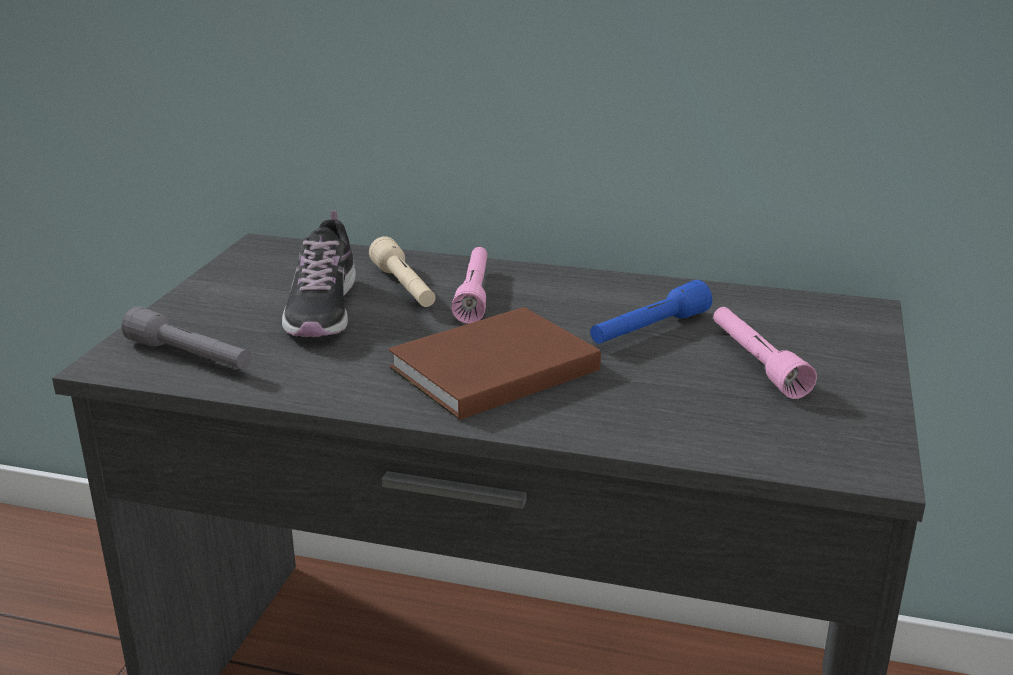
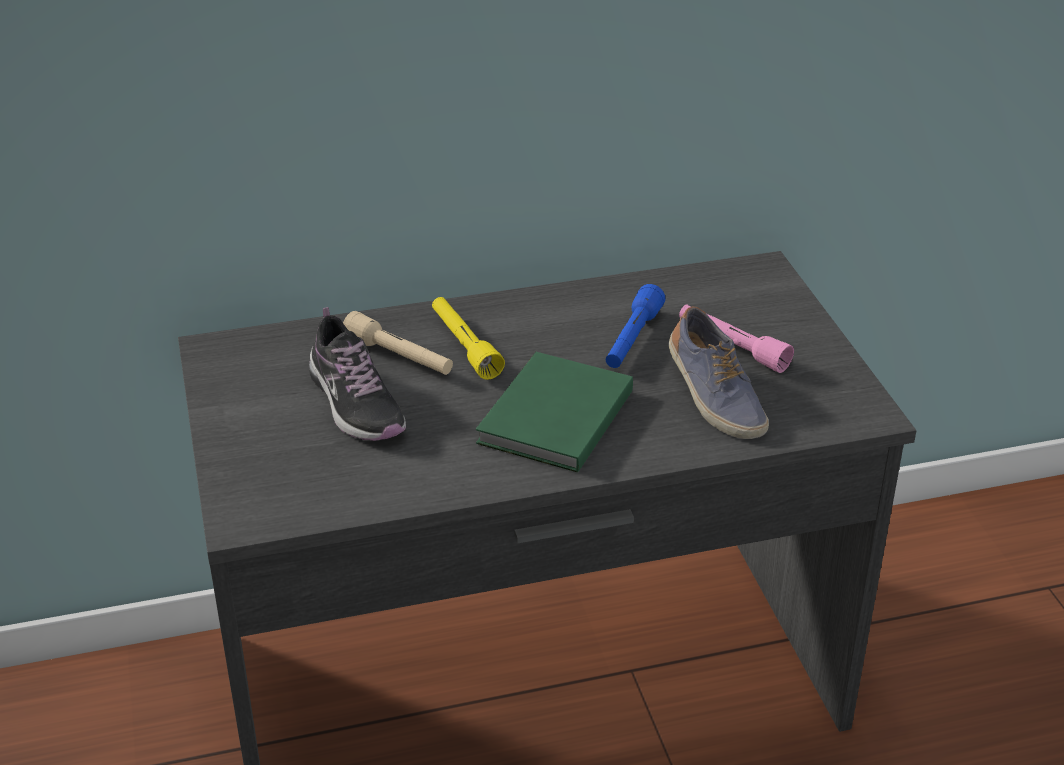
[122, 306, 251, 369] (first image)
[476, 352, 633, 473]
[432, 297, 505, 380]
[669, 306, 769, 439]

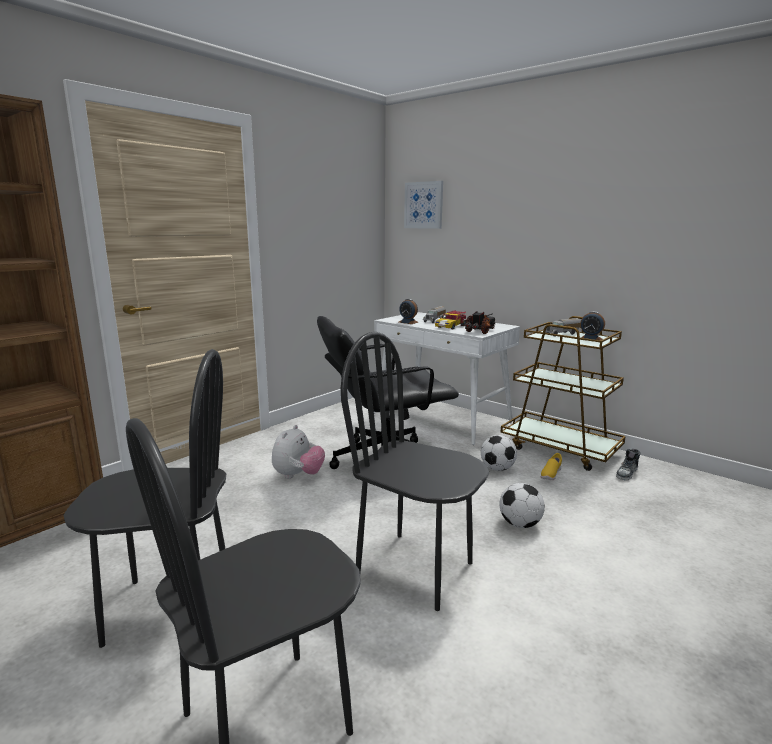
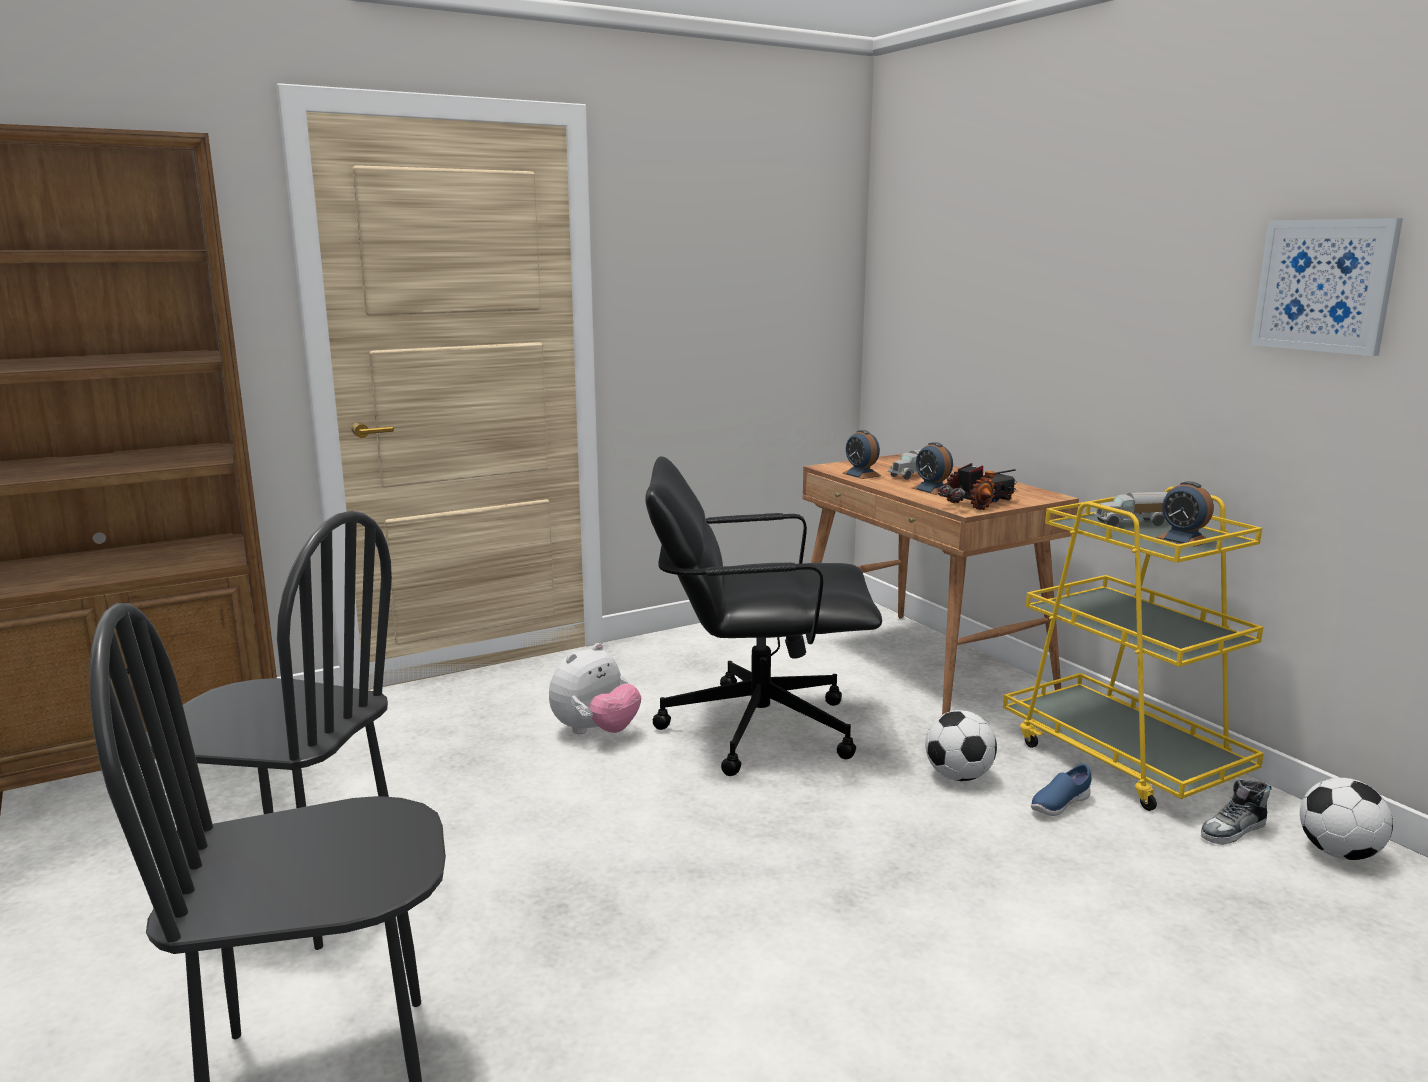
[341, 332, 489, 611] (first image)
[803, 454, 1079, 714]
[1251, 218, 1403, 356]
[912, 442, 953, 495]
[1300, 778, 1393, 860]
[1003, 487, 1264, 811]
[1031, 764, 1091, 816]

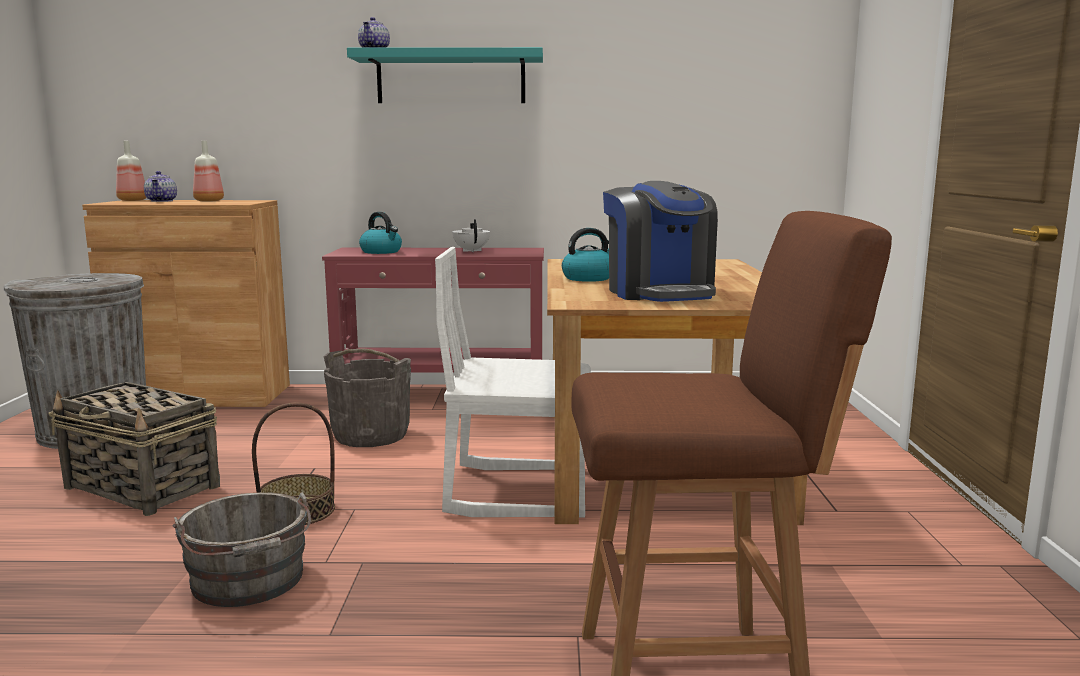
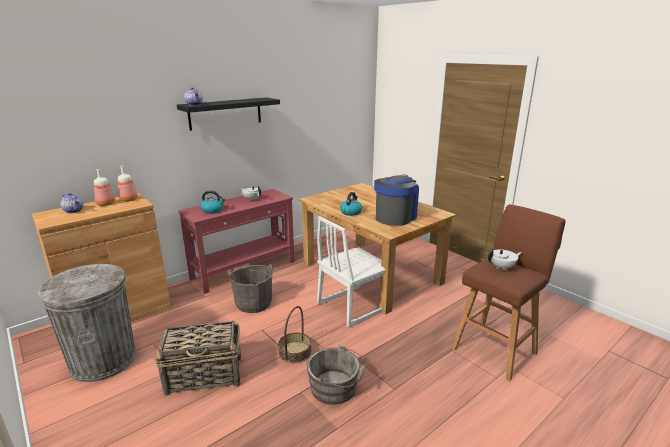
[118, 166, 138, 202]
[177, 97, 280, 131]
[374, 174, 419, 226]
[488, 249, 522, 271]

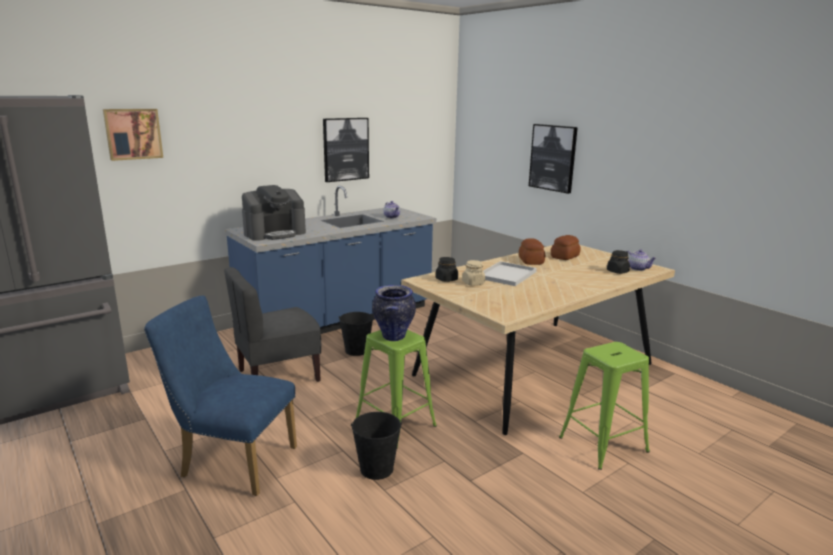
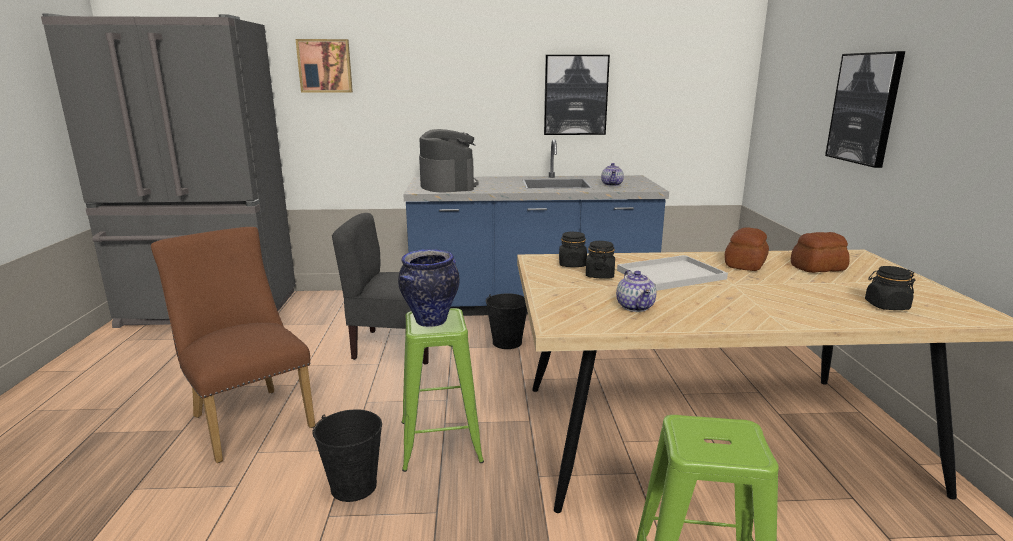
[151, 227, 315, 463]
[419, 129, 479, 192]
[586, 241, 615, 279]
[616, 270, 656, 312]

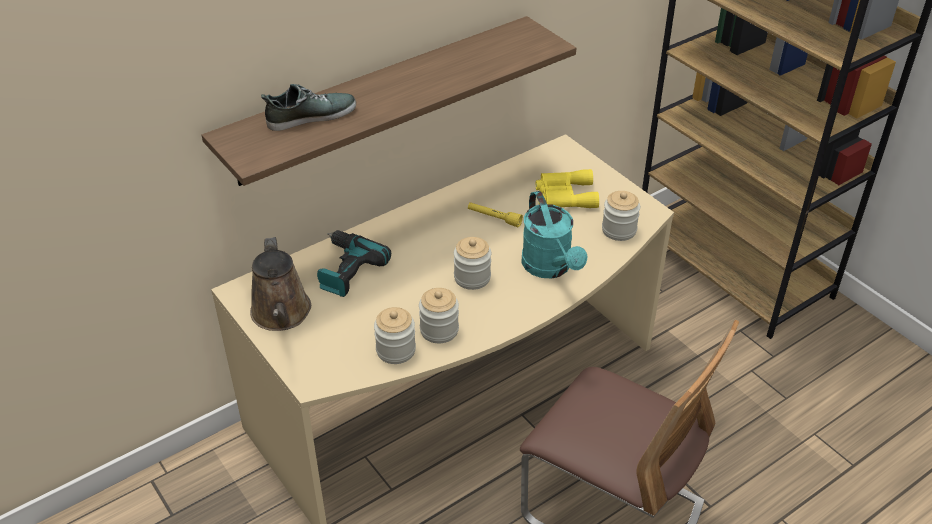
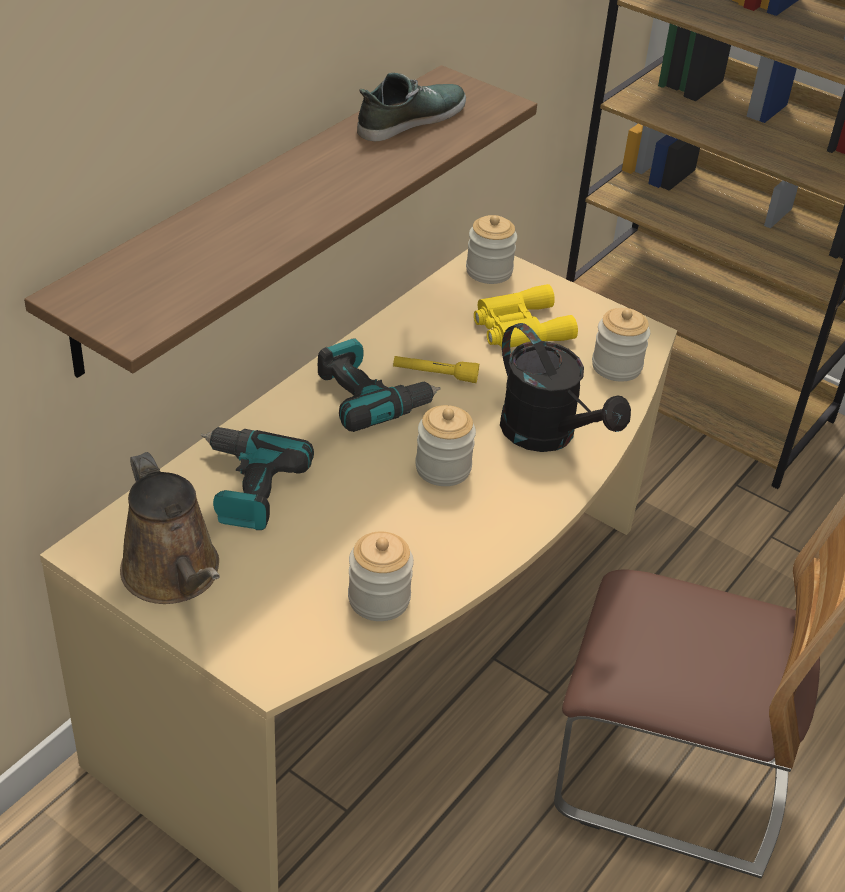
[357, 73, 466, 141]
[466, 215, 517, 284]
[500, 323, 631, 452]
[318, 338, 441, 432]

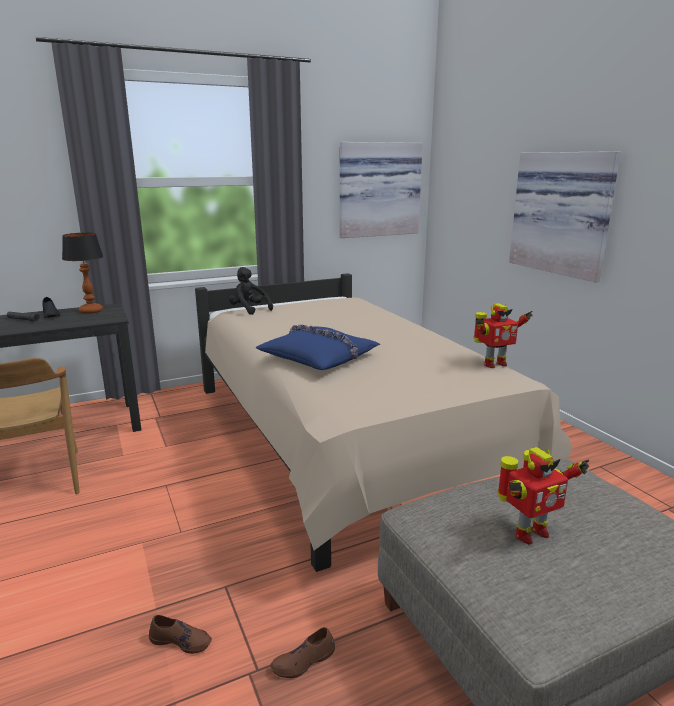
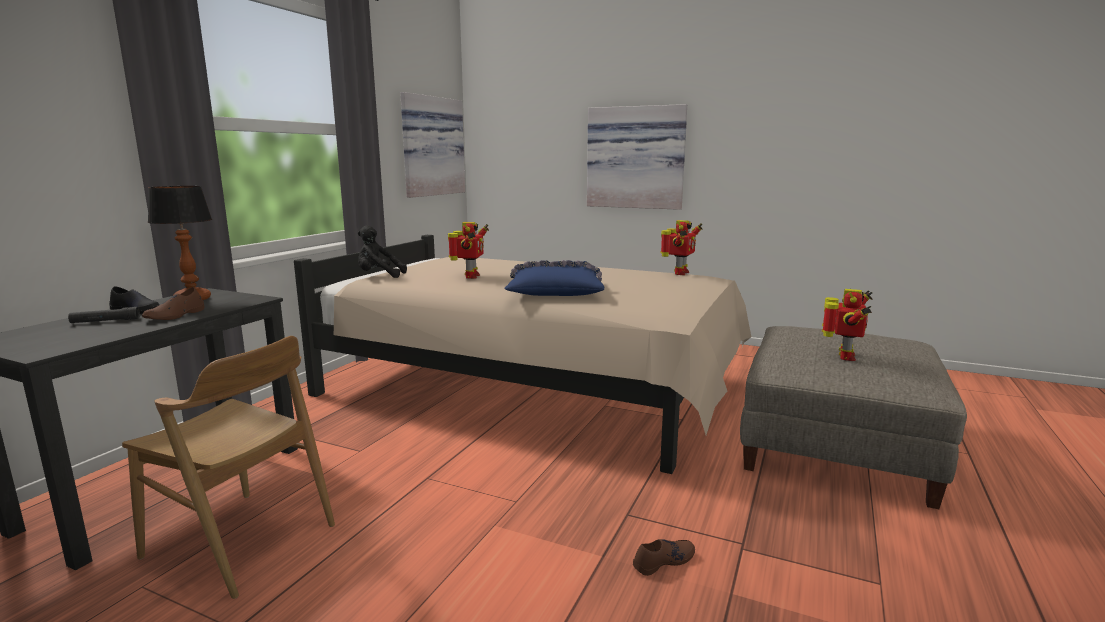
[142, 287, 204, 320]
[448, 222, 489, 279]

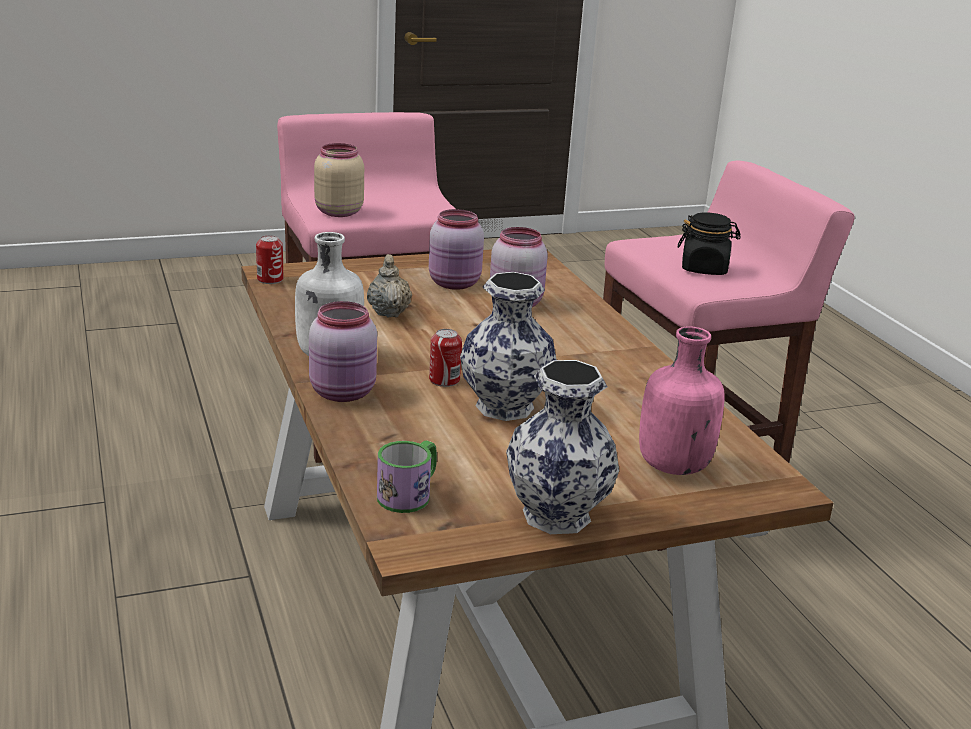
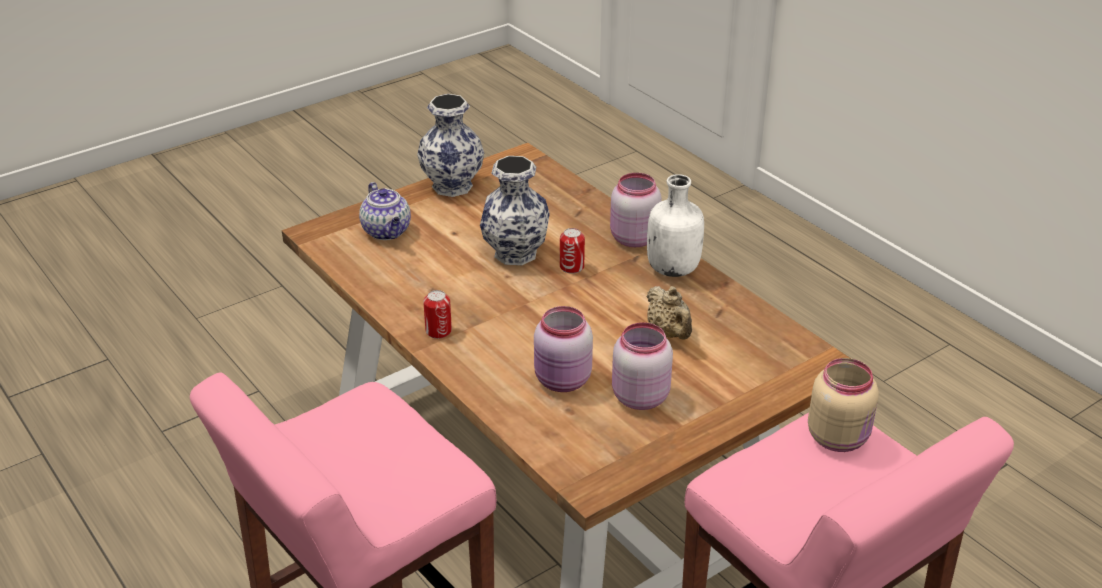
[423, 290, 452, 339]
[377, 440, 437, 513] (first image)
[359, 182, 411, 240]
[678, 212, 741, 275] (first image)

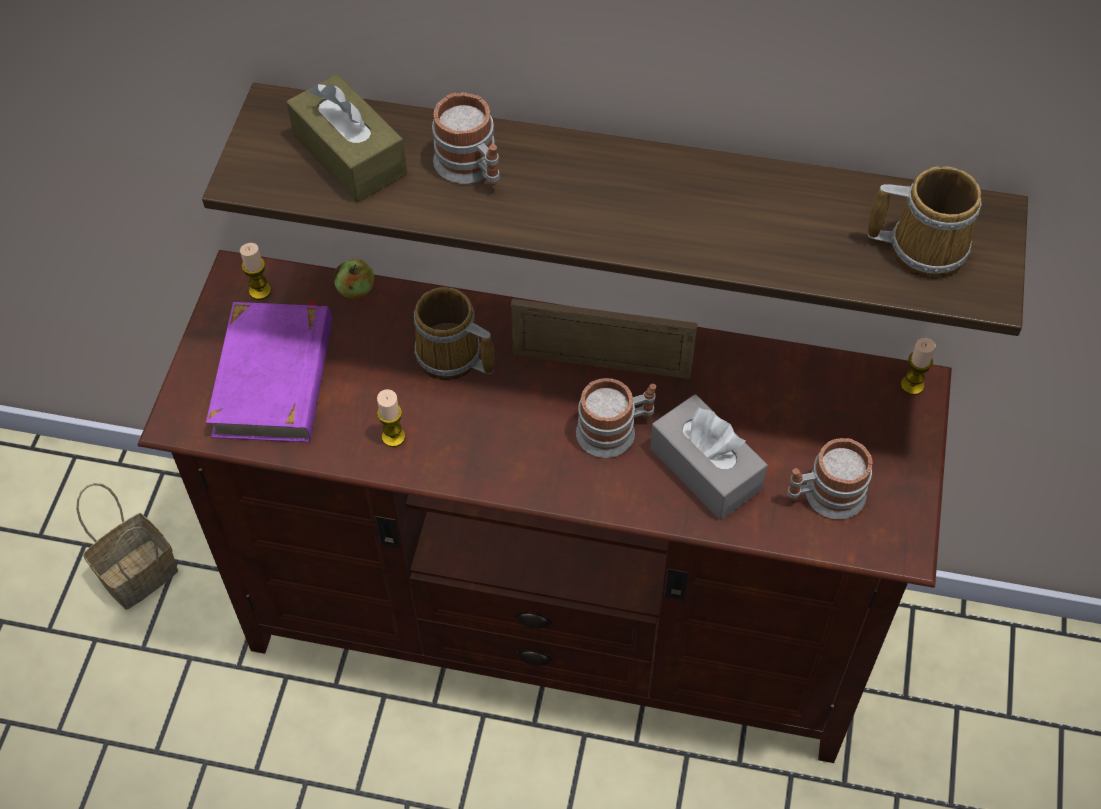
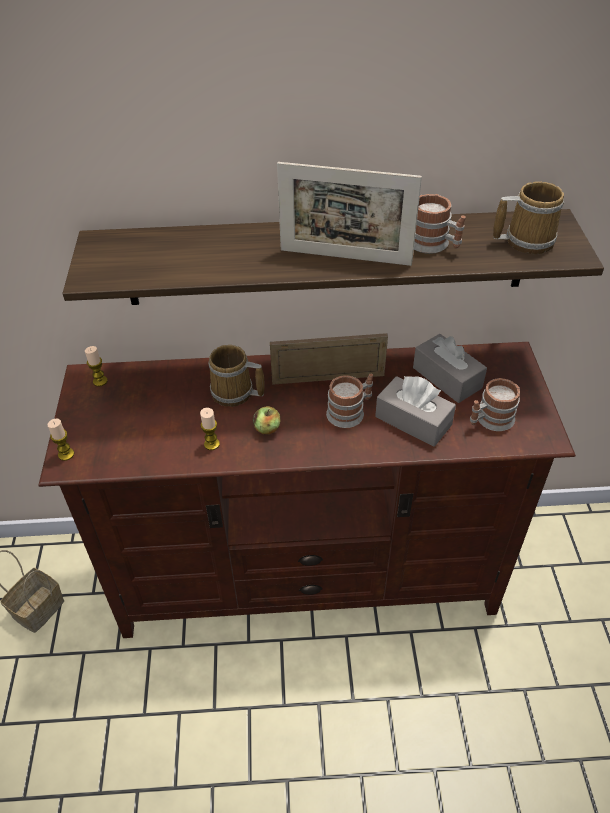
[206, 300, 332, 443] (first image)
[287, 74, 407, 202] (first image)
[253, 406, 281, 434]
[414, 194, 466, 254]
[47, 418, 74, 461]
[277, 162, 422, 266]
[413, 334, 487, 403]

